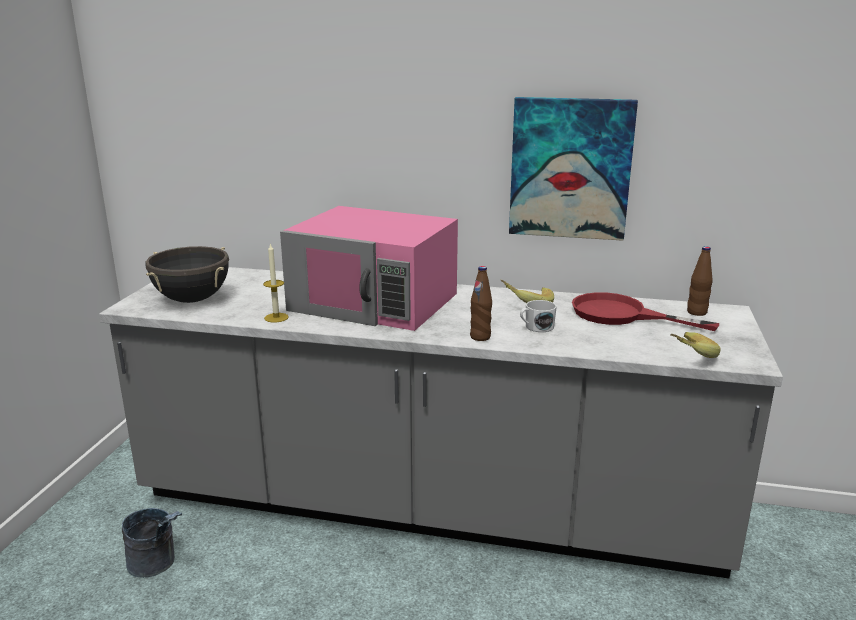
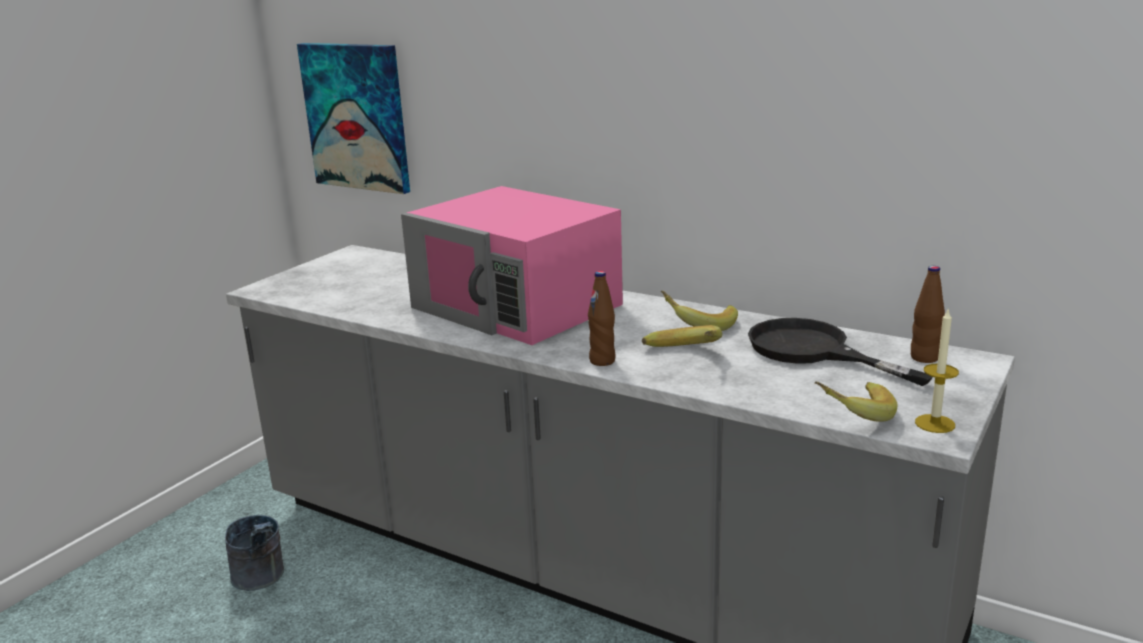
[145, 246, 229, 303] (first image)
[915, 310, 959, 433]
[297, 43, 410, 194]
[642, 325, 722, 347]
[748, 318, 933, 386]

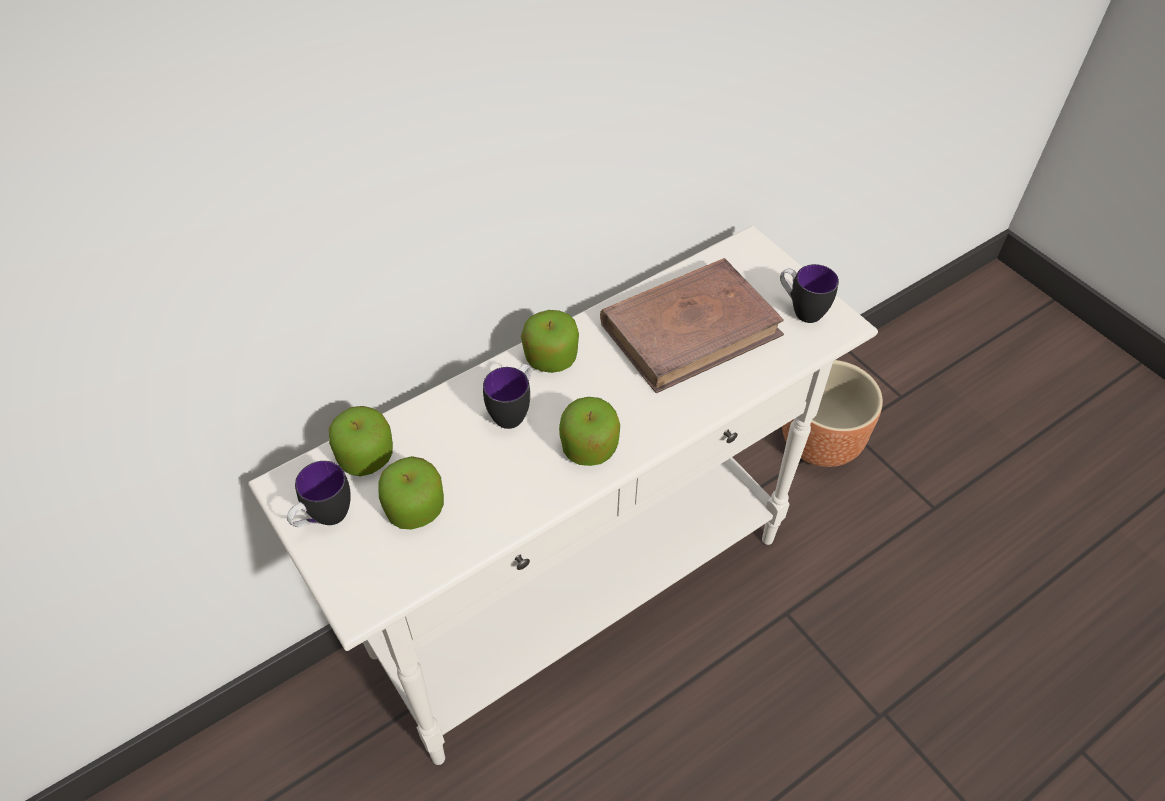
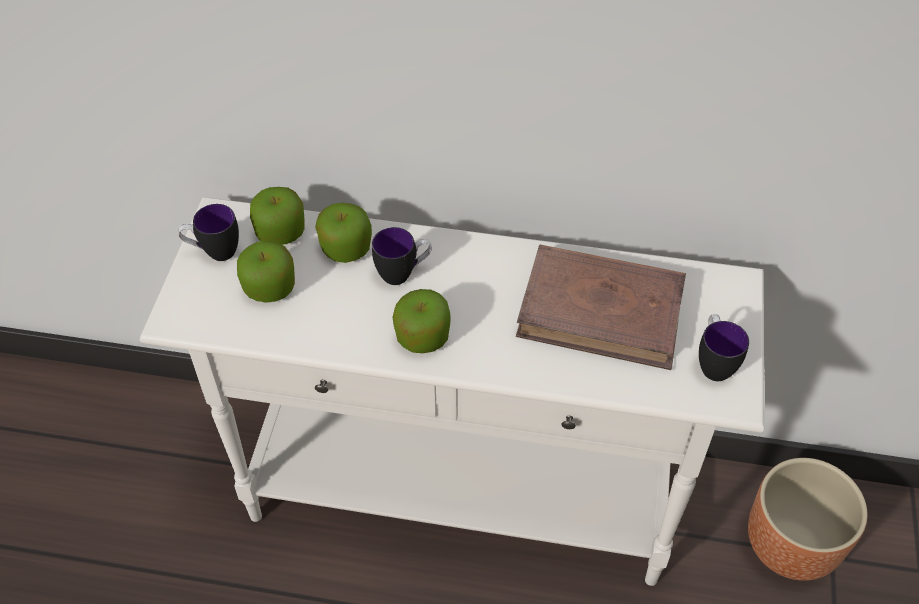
[315, 203, 372, 263]

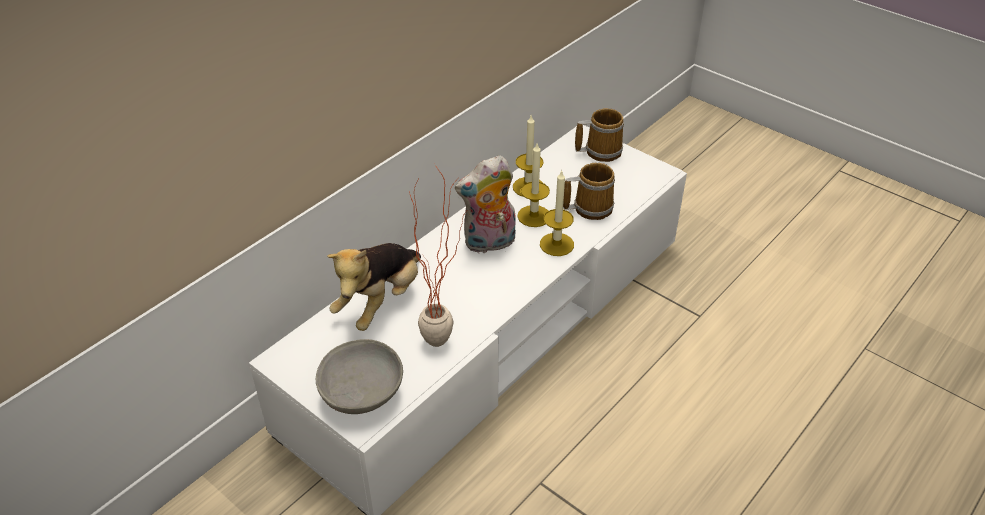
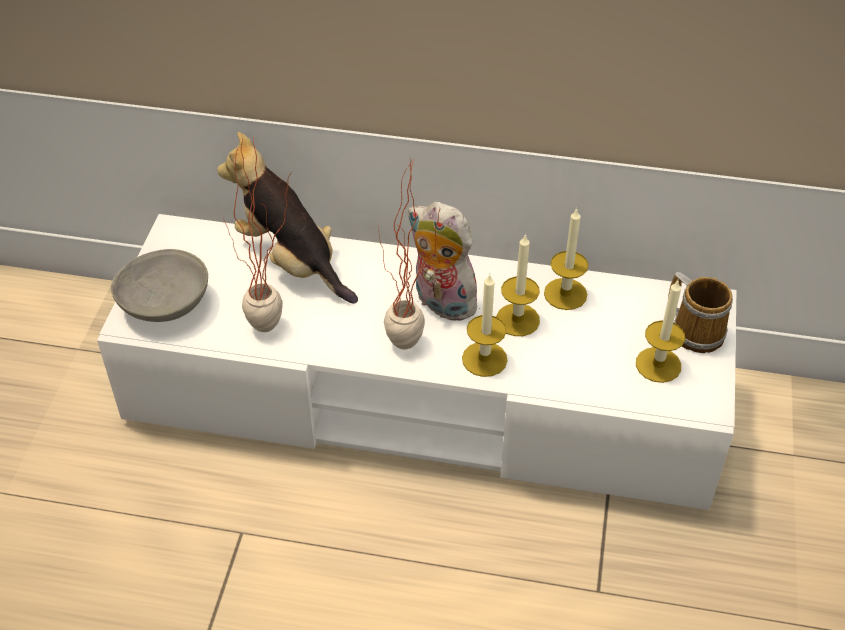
[217, 132, 358, 304]
[563, 163, 615, 220] (first image)
[378, 158, 440, 350]
[636, 280, 685, 383]

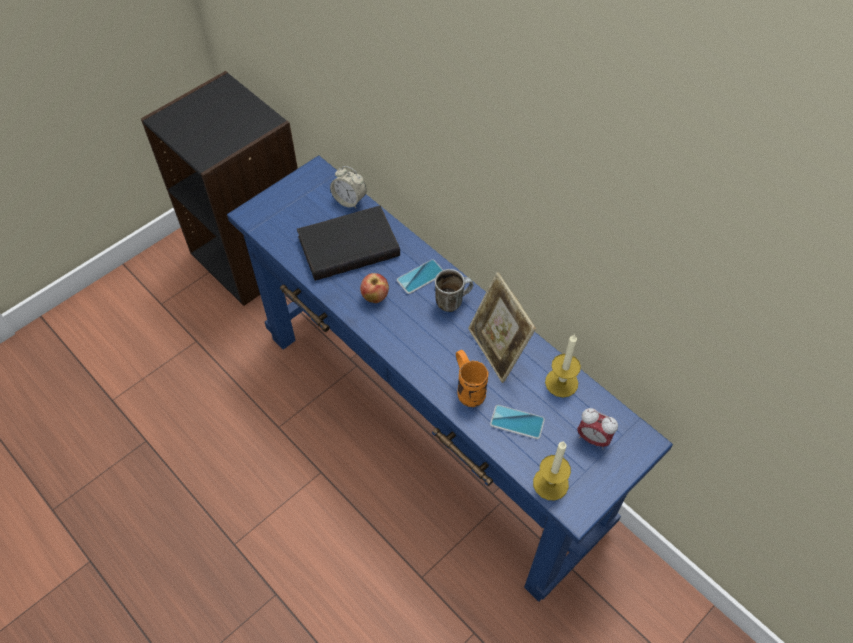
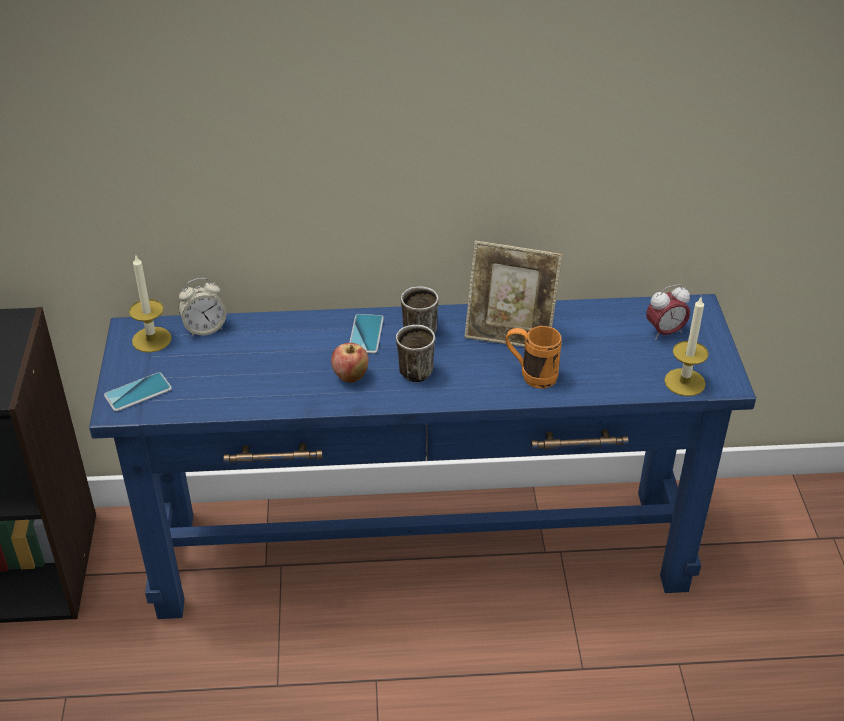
[297, 206, 400, 281] (first image)
[104, 372, 172, 411]
[129, 256, 172, 353]
[396, 325, 435, 383]

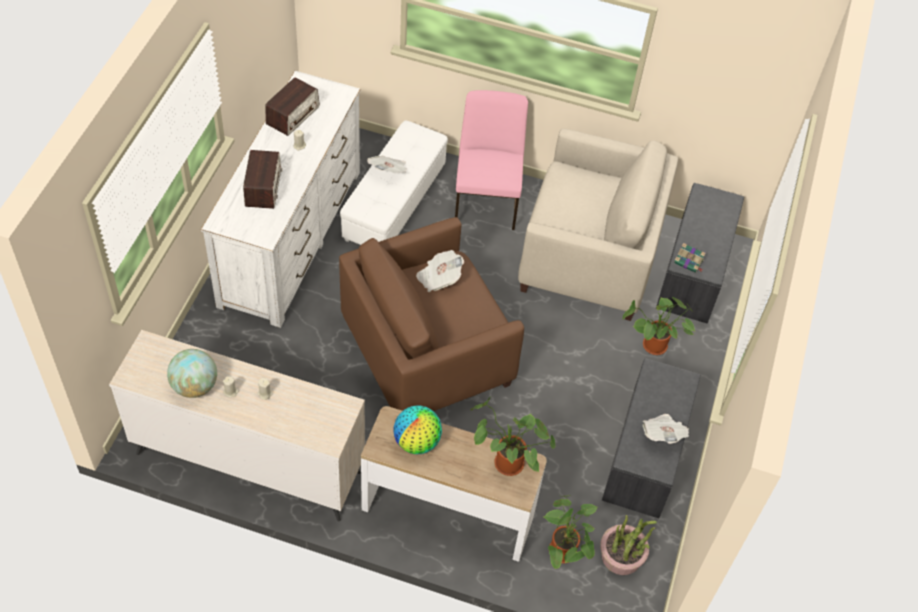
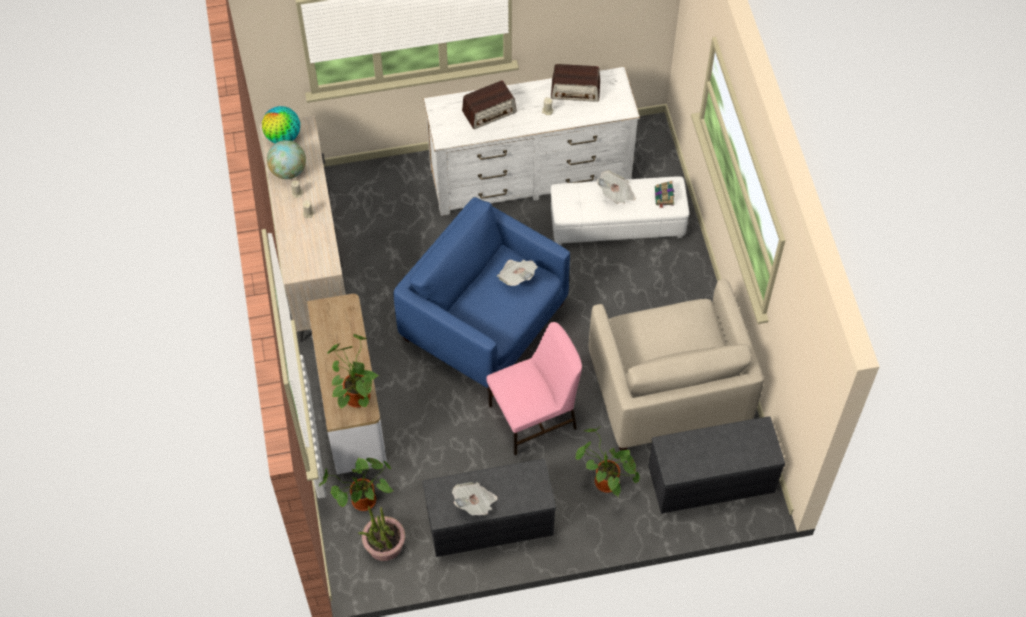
[394, 197, 570, 390]
[262, 106, 300, 143]
[486, 322, 582, 455]
[655, 181, 675, 208]

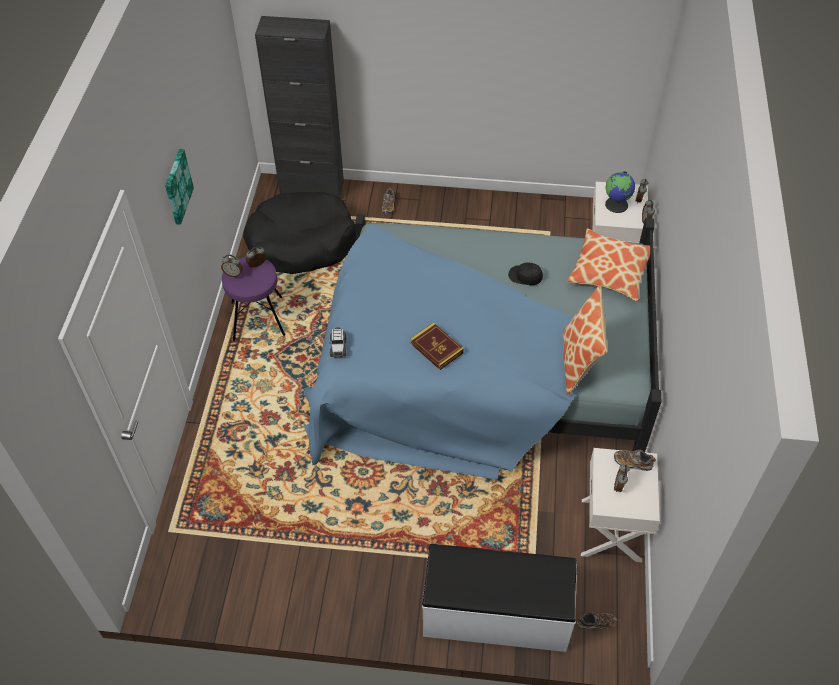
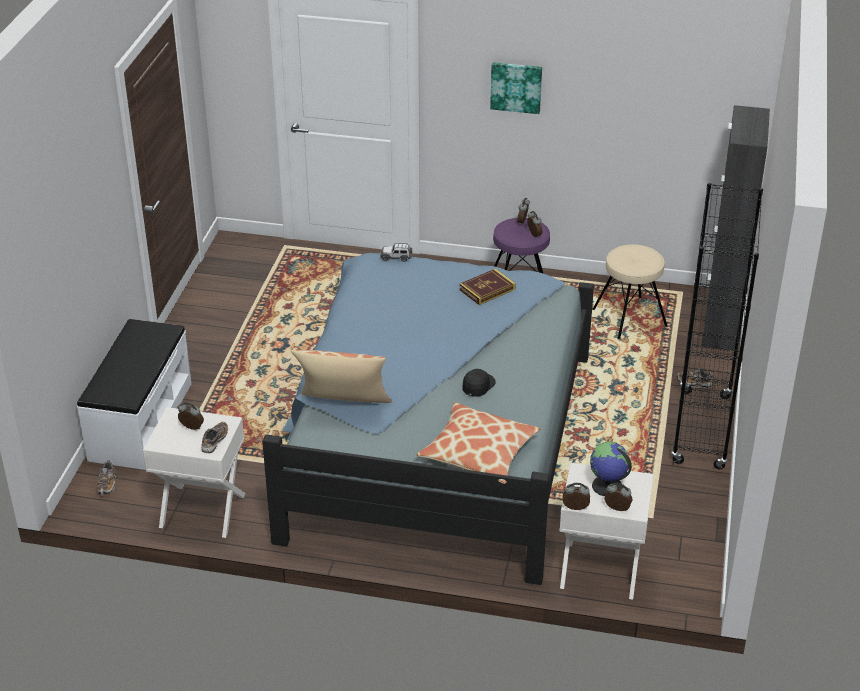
[592, 244, 668, 339]
[460, 269, 516, 305]
[671, 183, 763, 469]

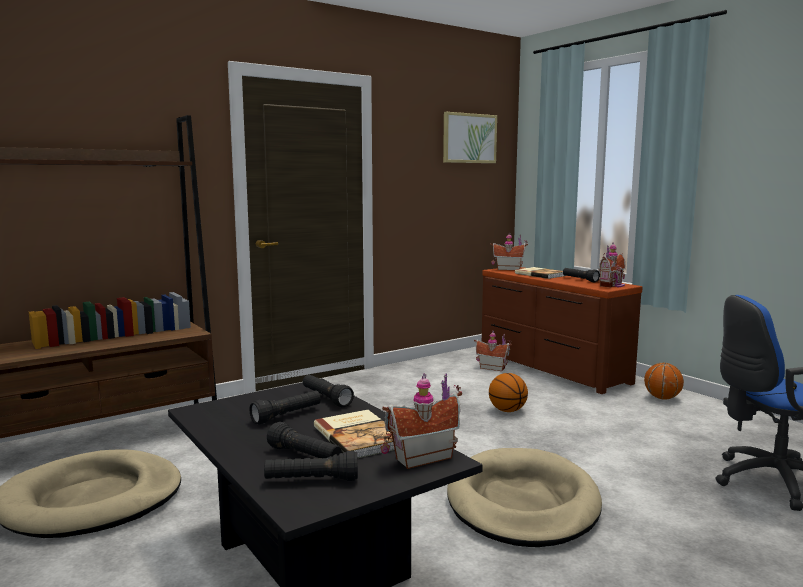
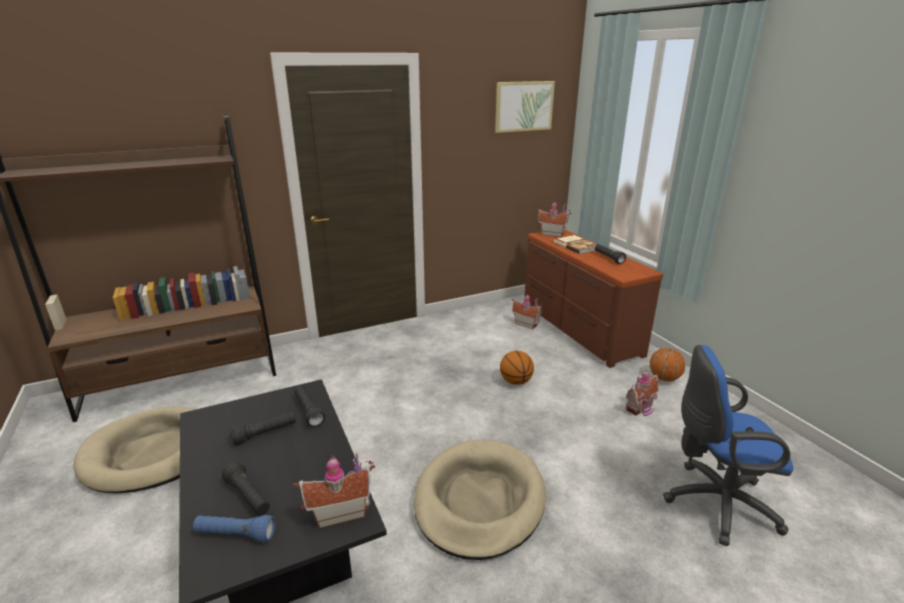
[193, 515, 275, 542]
[314, 410, 395, 458] (first image)
[626, 370, 659, 416]

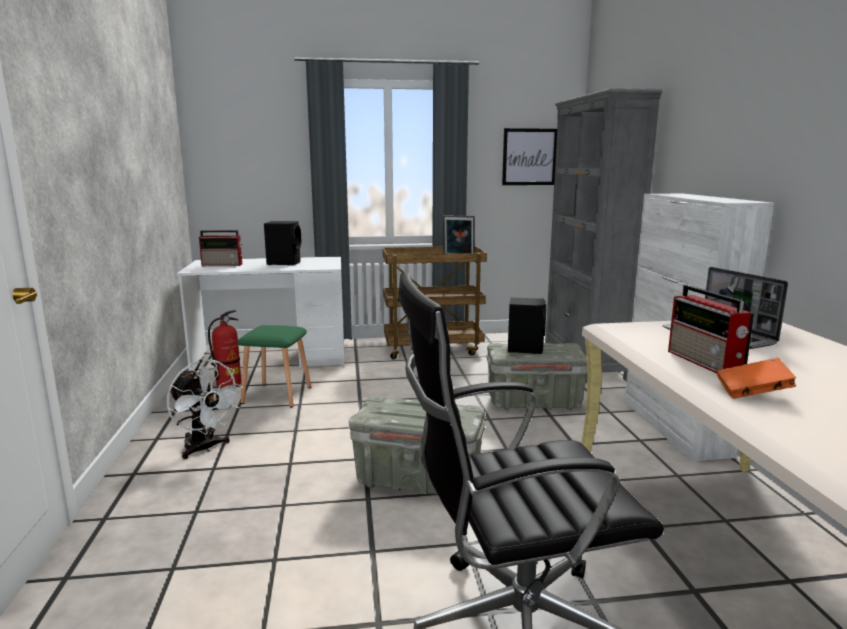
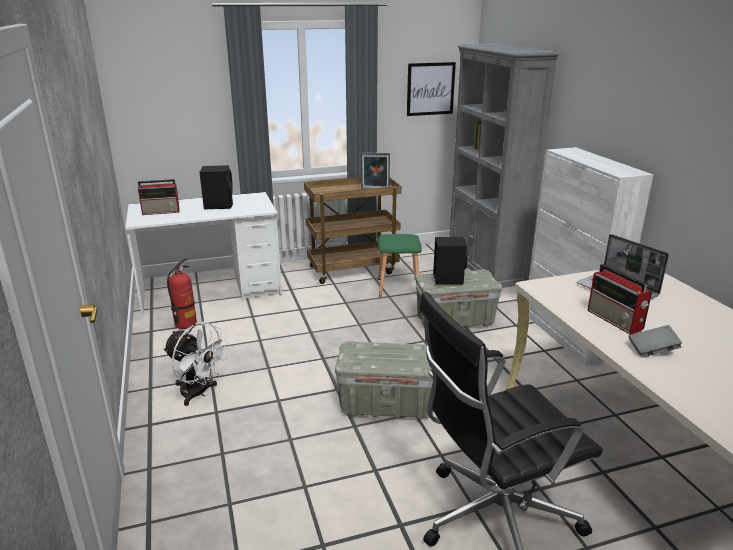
[378, 234, 422, 297]
[629, 325, 682, 357]

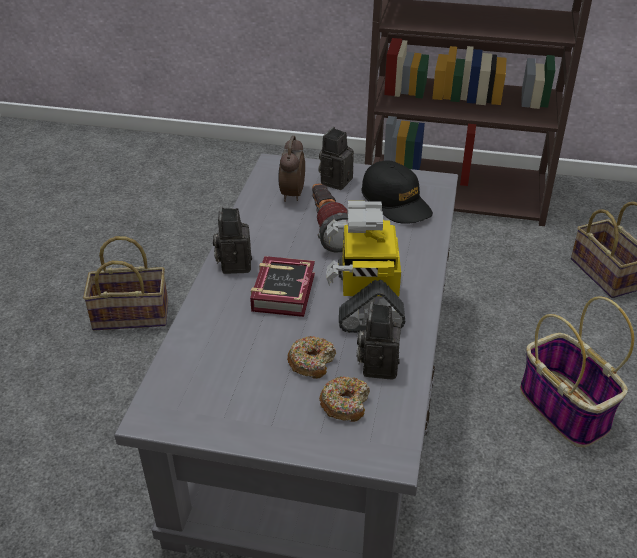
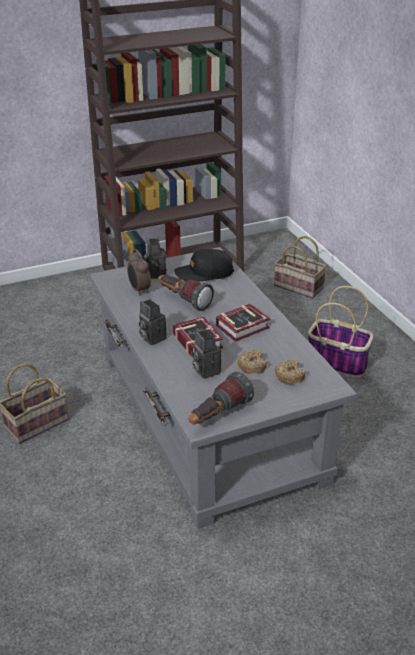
[216, 304, 270, 341]
[192, 330, 221, 379]
[174, 249, 234, 282]
[189, 372, 254, 425]

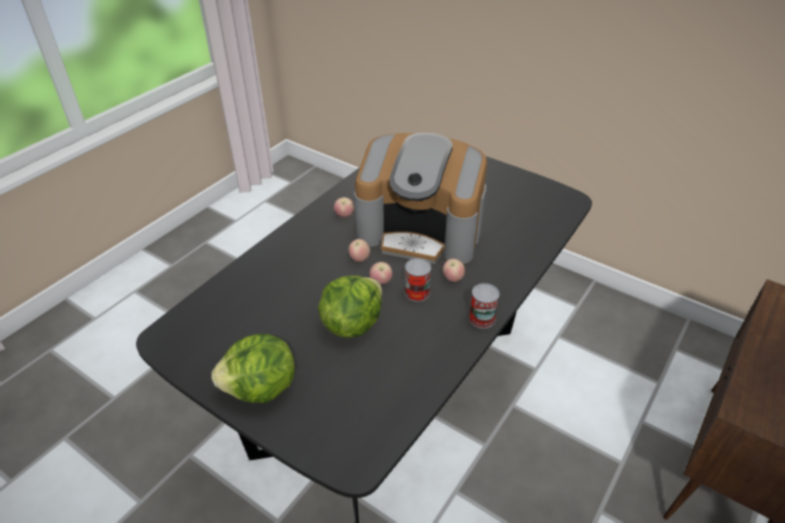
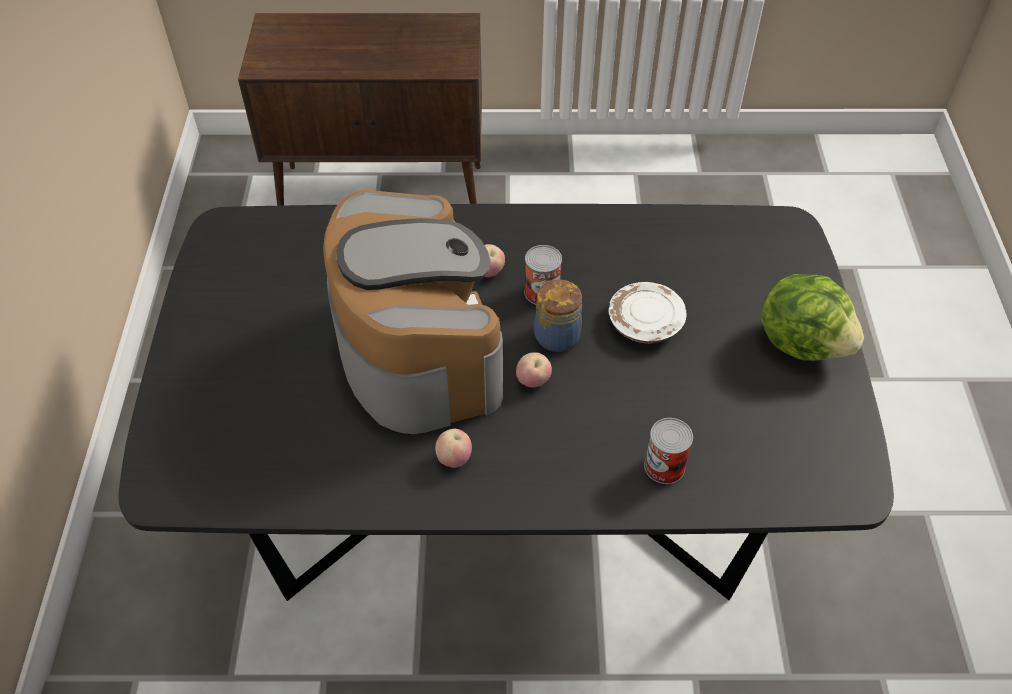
[608, 282, 686, 343]
[534, 279, 582, 352]
[644, 418, 693, 484]

